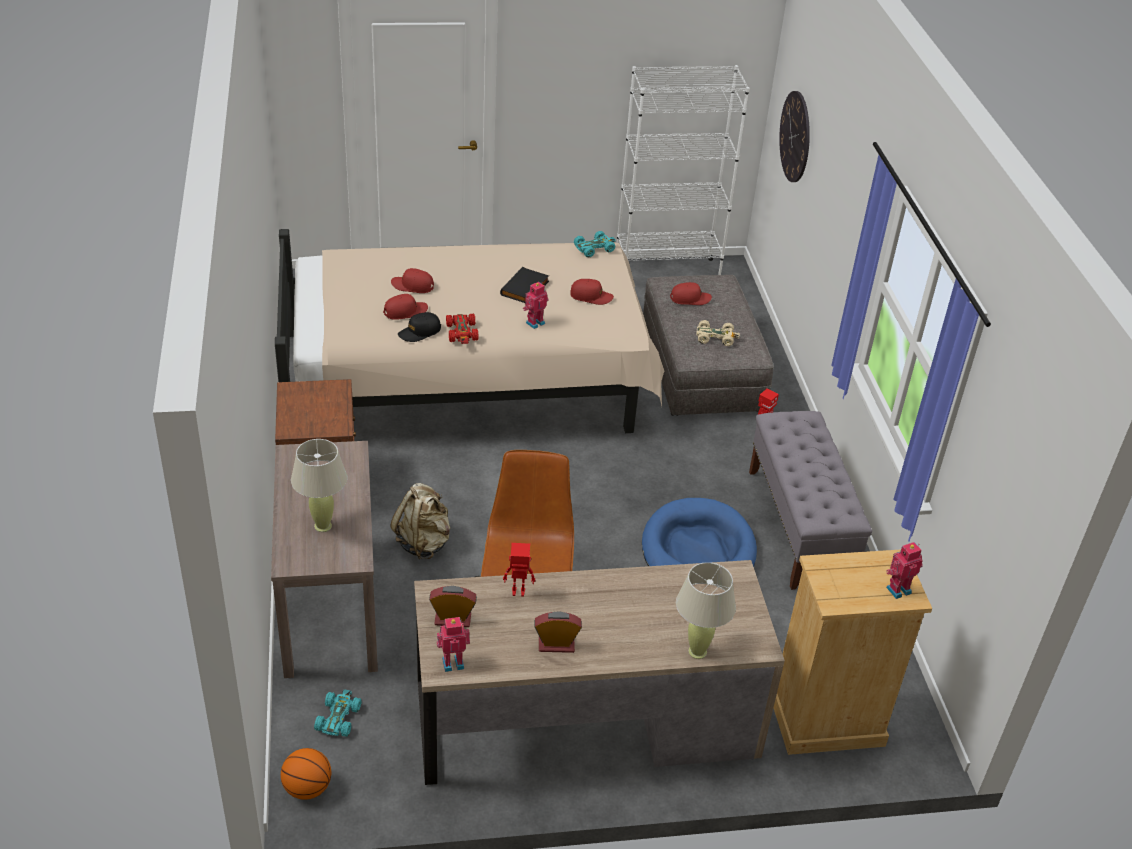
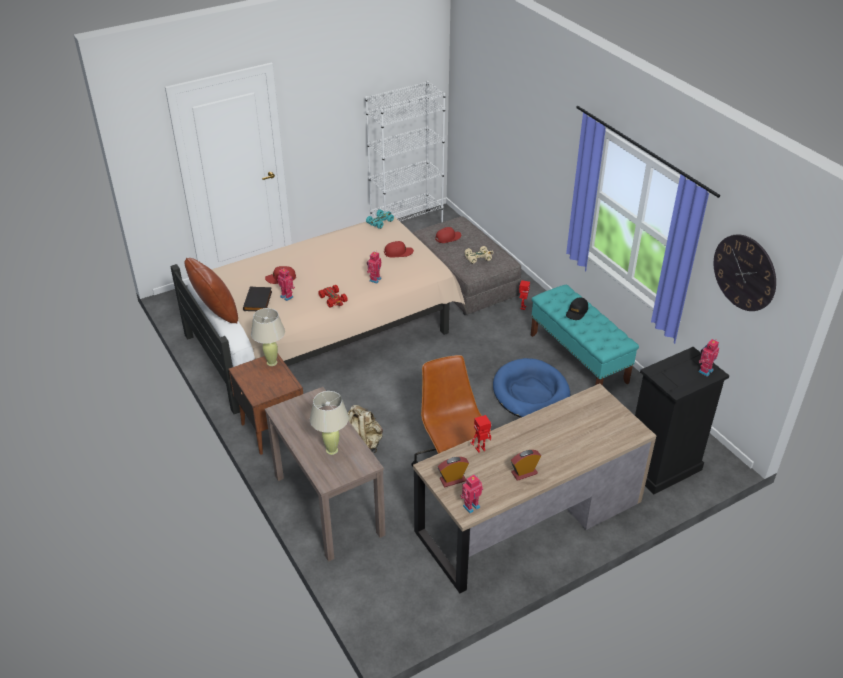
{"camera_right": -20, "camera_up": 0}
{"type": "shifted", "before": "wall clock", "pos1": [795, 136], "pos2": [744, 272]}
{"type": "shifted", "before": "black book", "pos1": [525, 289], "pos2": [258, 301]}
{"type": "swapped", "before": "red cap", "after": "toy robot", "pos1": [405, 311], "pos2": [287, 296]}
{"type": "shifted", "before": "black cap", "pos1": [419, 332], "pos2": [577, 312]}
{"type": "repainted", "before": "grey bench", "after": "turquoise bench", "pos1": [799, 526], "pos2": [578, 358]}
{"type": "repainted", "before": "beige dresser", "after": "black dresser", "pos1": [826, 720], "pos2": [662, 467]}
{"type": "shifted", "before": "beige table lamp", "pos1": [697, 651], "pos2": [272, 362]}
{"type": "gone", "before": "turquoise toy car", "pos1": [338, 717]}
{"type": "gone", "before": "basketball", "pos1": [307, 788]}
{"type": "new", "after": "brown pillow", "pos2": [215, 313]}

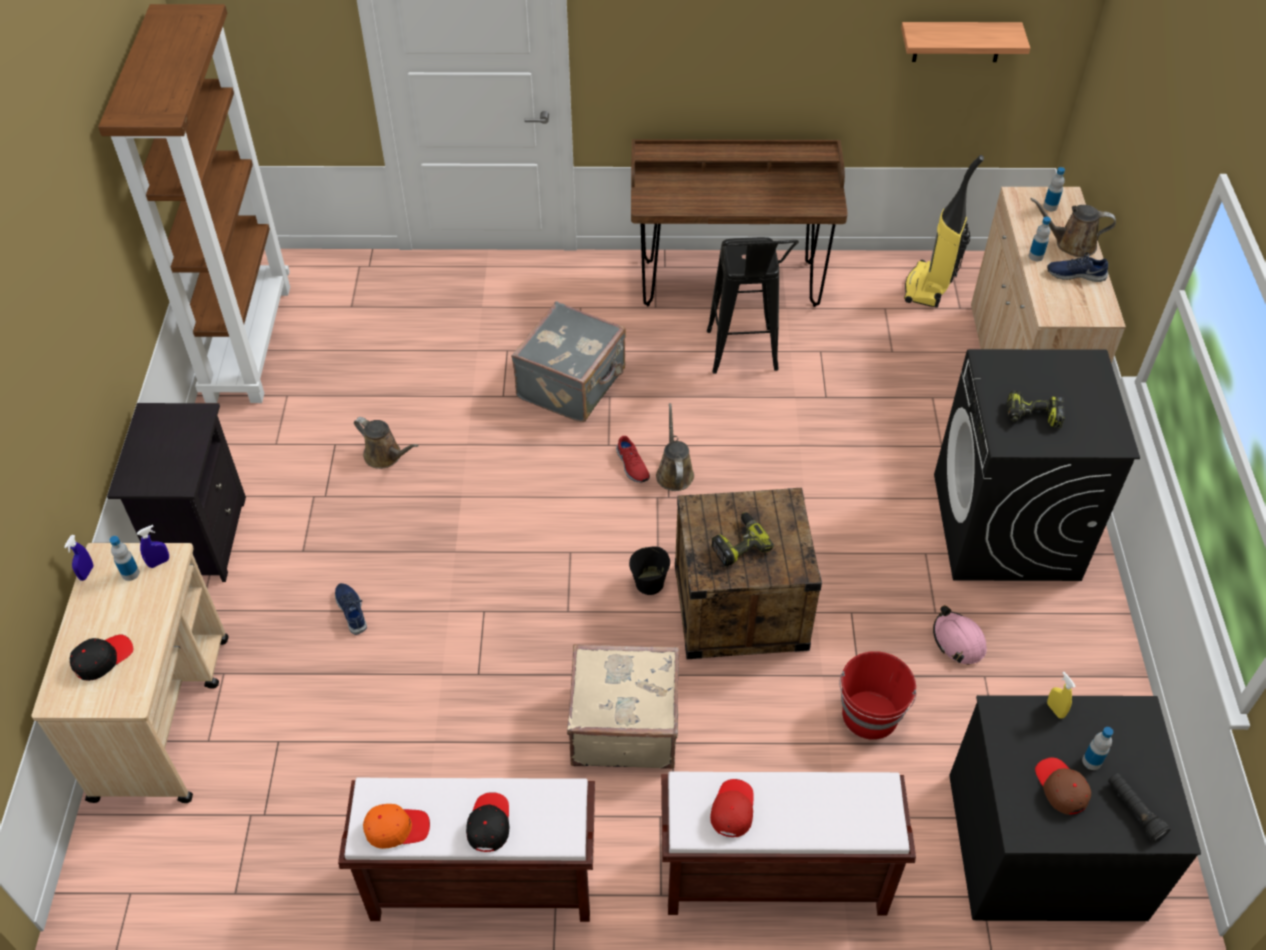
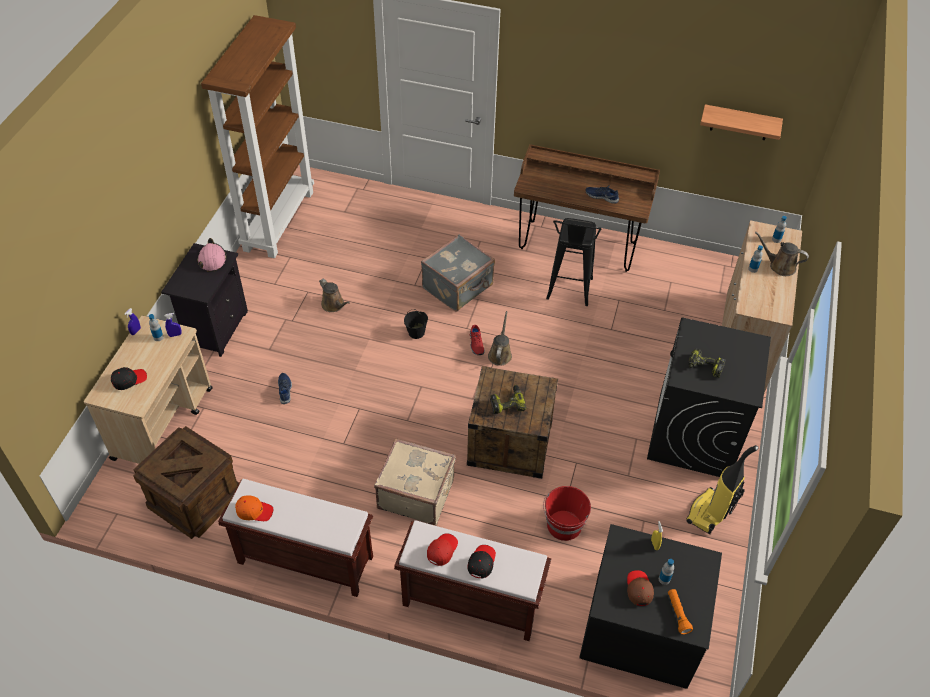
{"camera_right": 15, "camera_up": 0}
{"type": "shifted", "before": "vacuum cleaner", "pos1": [928, 287], "pos2": [709, 513]}
{"type": "shifted", "before": "blue shoe", "pos1": [1075, 274], "pos2": [601, 196]}
{"type": "shifted", "before": "black bucket", "pos1": [649, 583], "pos2": [416, 332]}
{"type": "shifted", "before": "pink hard hat", "pos1": [958, 641], "pos2": [212, 259]}
{"type": "repainted", "before": "black flashlight", "after": "orange flashlight", "pos1": [1134, 811], "pos2": [677, 614]}
{"type": "shifted", "before": "black cap", "pos1": [489, 824], "pos2": [481, 562]}
{"type": "new", "after": "crate", "pos2": [196, 499]}

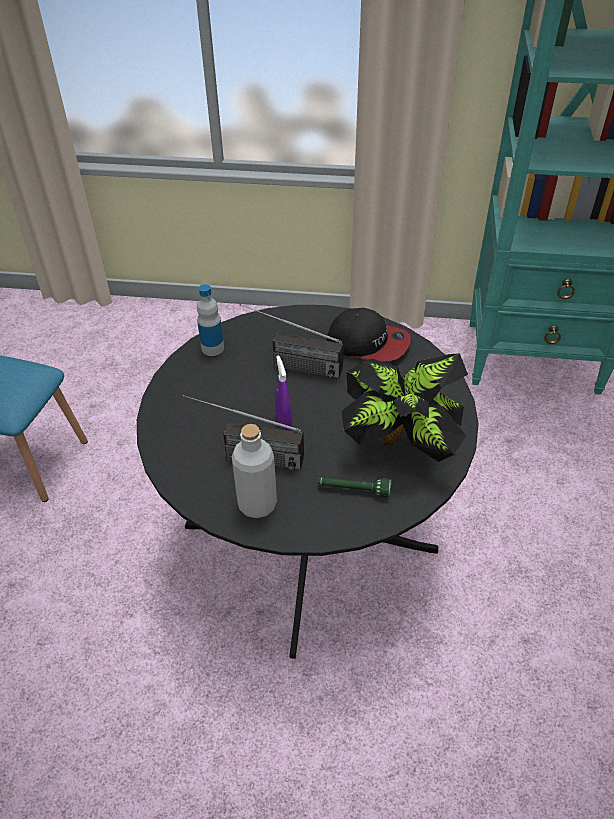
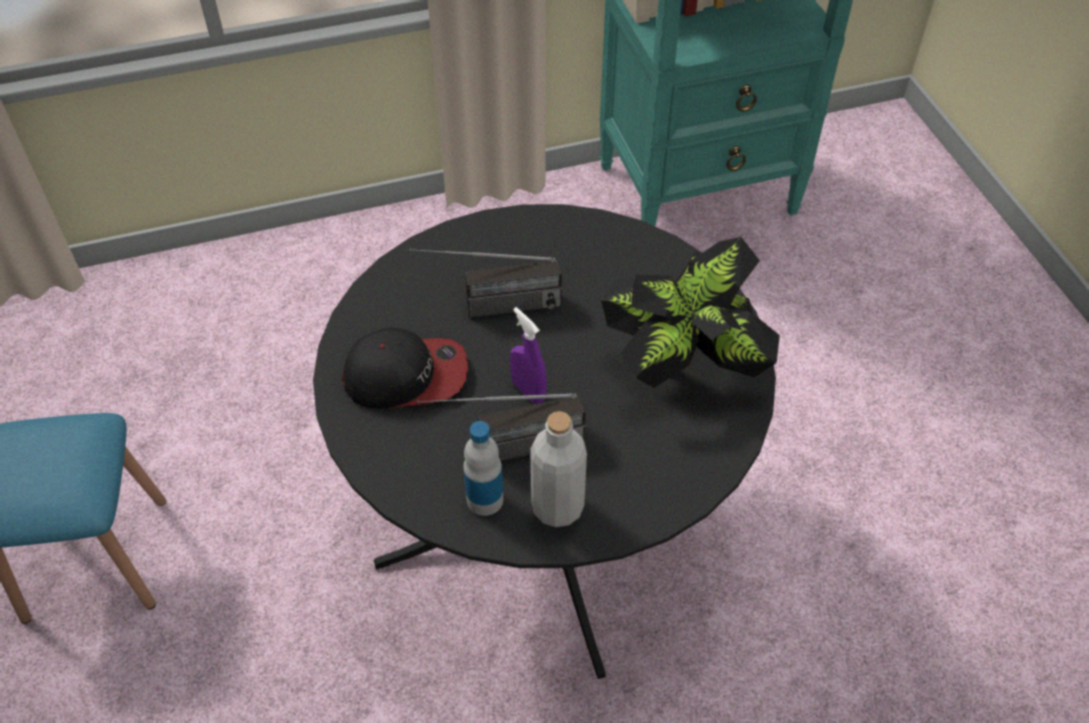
{"camera_right": -25, "camera_up": 5}
{"type": "shifted", "before": "bottle", "pos1": [212, 348], "pos2": [485, 499]}
{"type": "shifted", "before": "cap", "pos1": [368, 343], "pos2": [406, 375]}
{"type": "gone", "before": "green flashlight", "pos1": [353, 490]}

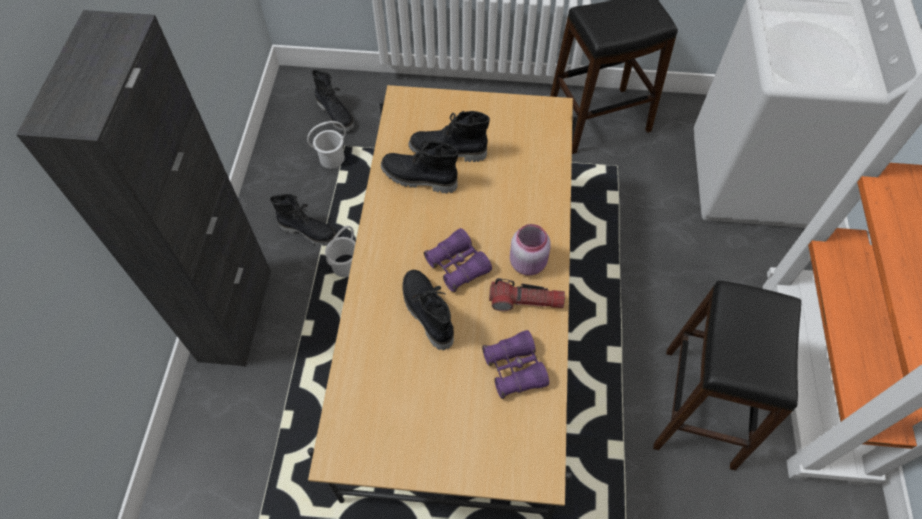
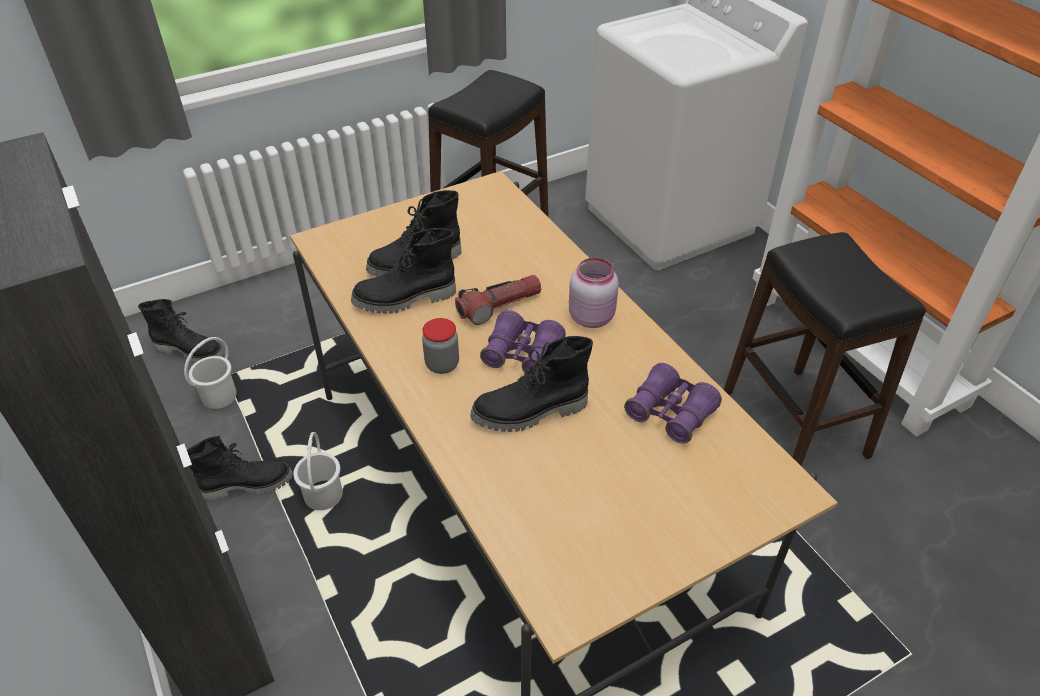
{"camera_right": -35, "camera_up": -15}
{"type": "rotated", "before": "black boot", "pos1": [426, 313], "pos2": [530, 413], "turn": -45}
{"type": "shifted", "before": "flashlight", "pos1": [525, 301], "pos2": [499, 306]}
{"type": "new", "after": "jar", "pos2": [442, 364]}

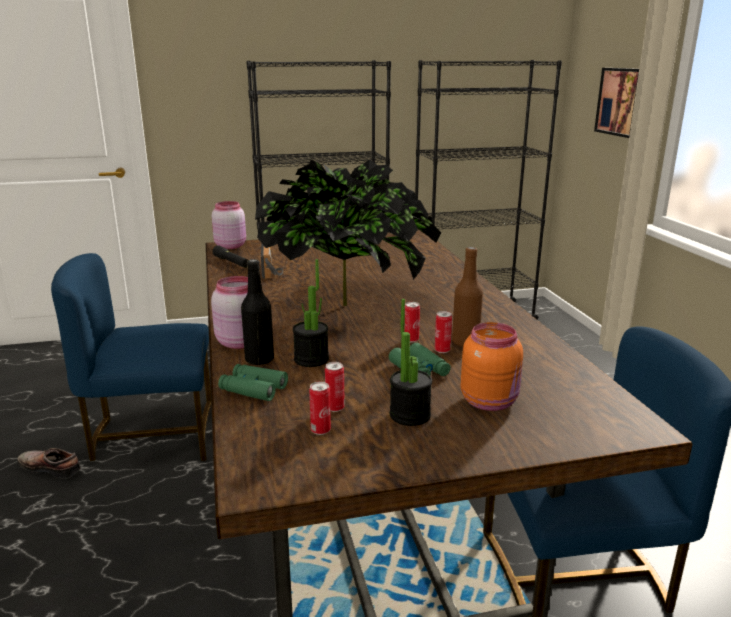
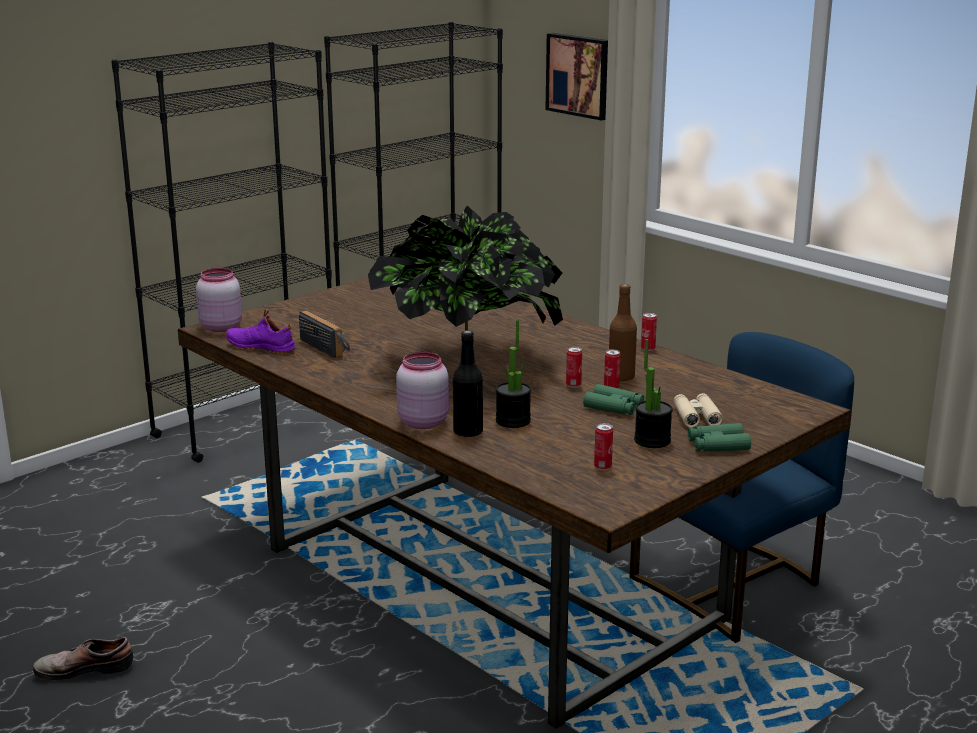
{"camera_right": -30, "camera_up": 0}
{"type": "swapped", "before": "black flashlight", "after": "purple shoe", "pos1": [231, 262], "pos2": [261, 347]}
{"type": "gone", "before": "blue chair", "pos1": [153, 434]}
{"type": "swapped", "before": "orange jar", "after": "beige binoculars", "pos1": [490, 401], "pos2": [696, 417]}
{"type": "shifted", "before": "can", "pos1": [335, 408], "pos2": [648, 349]}
{"type": "shifted", "before": "green binoculars", "pos1": [253, 389], "pos2": [717, 445]}

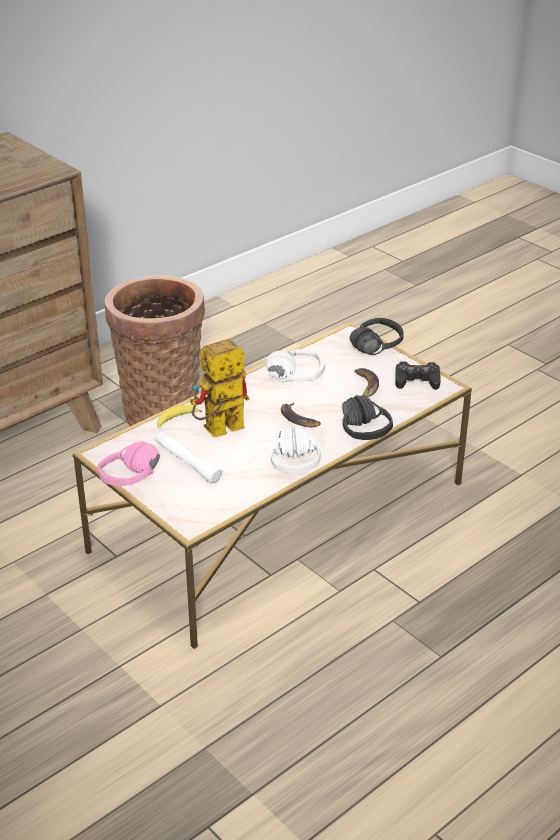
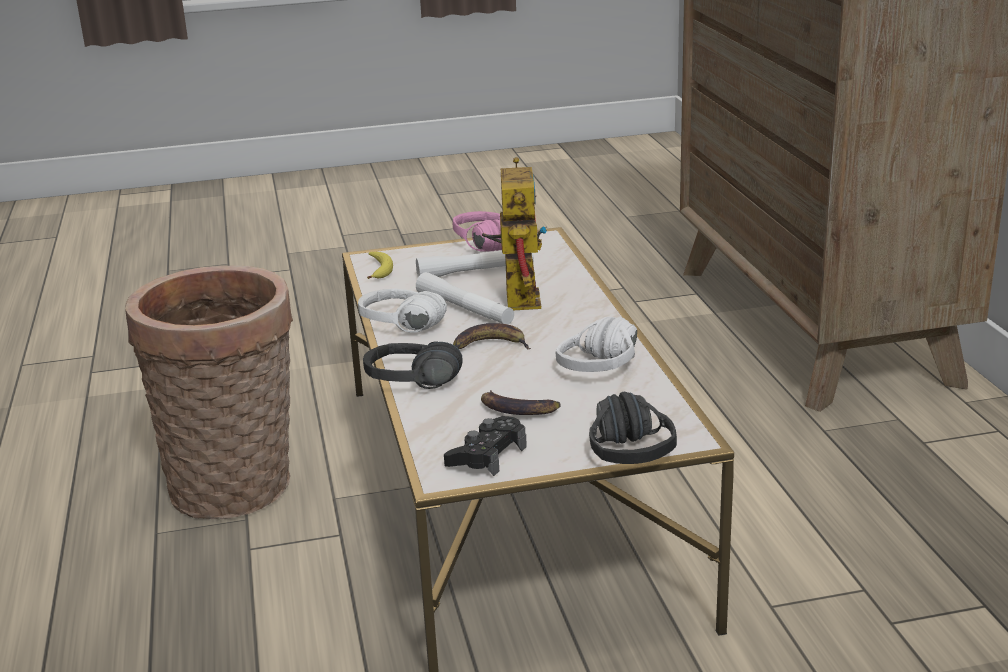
{"camera_right": 120, "camera_up": -10}
{"type": "shifted", "before": "basket", "pos1": [162, 411], "pos2": [237, 489]}
{"type": "shifted", "before": "banana", "pos1": [176, 419], "pos2": [379, 270]}
{"type": "new", "after": "white flashlight", "pos2": [465, 310]}

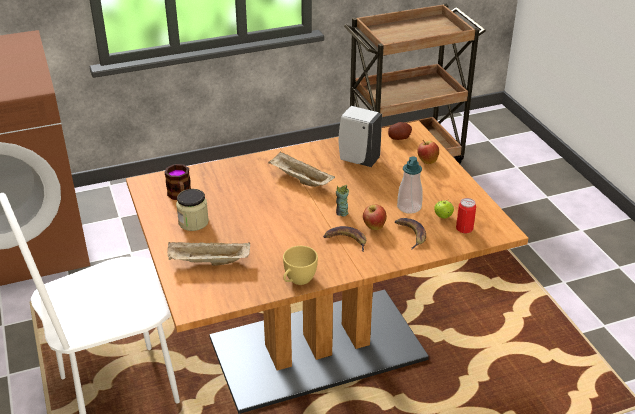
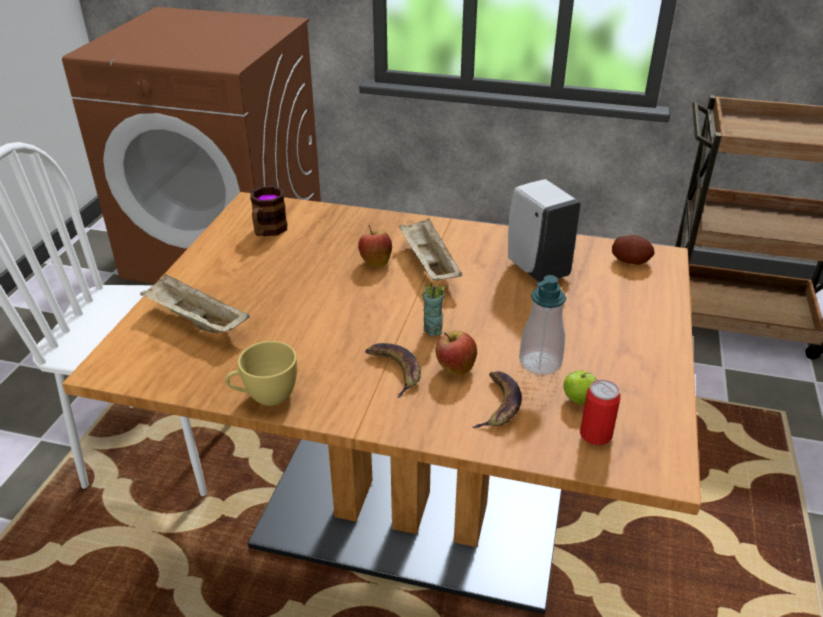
{"camera_right": 35, "camera_up": 0}
{"type": "shifted", "before": "apple", "pos1": [427, 161], "pos2": [375, 262]}
{"type": "gone", "before": "jar", "pos1": [193, 222]}

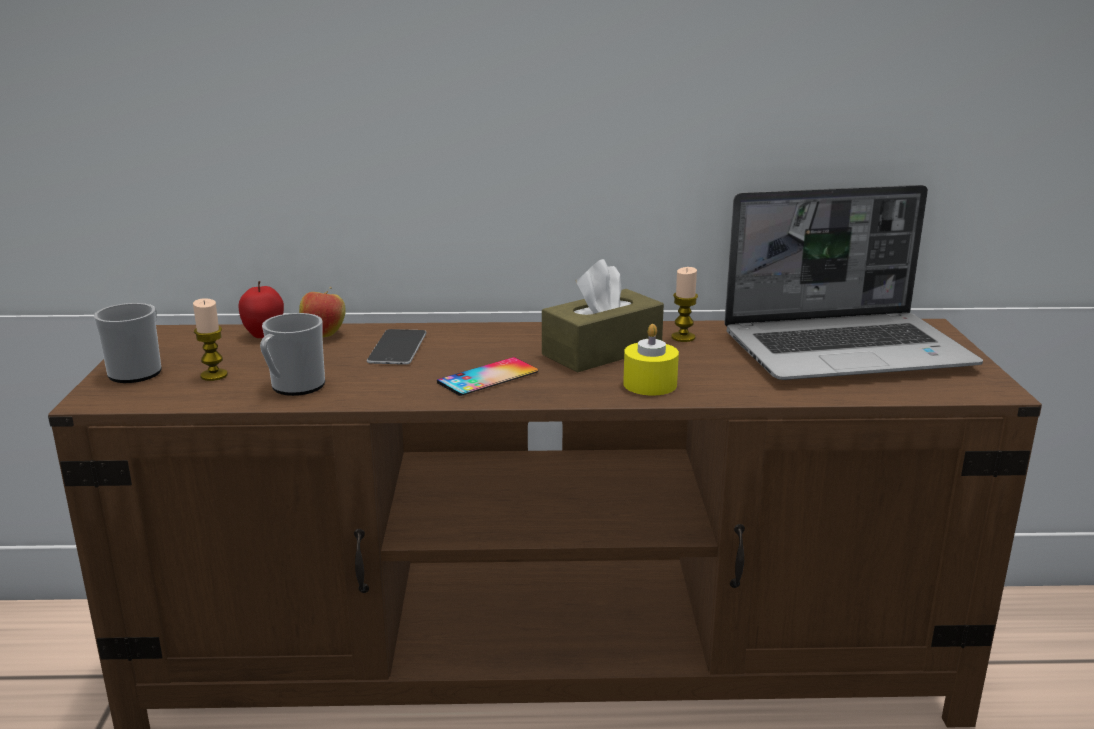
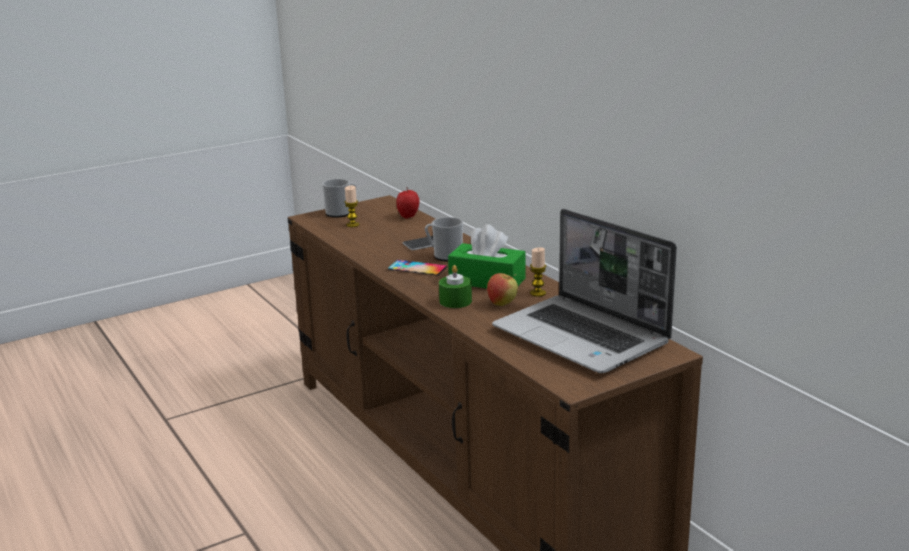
{"camera_right": 60, "camera_up": 0}
{"type": "repainted", "before": "brown tissue box", "after": "green tissue box", "pos1": [602, 351], "pos2": [487, 281]}
{"type": "shifted", "before": "apple", "pos1": [324, 335], "pos2": [502, 304]}
{"type": "shifted", "before": "mug", "pos1": [293, 387], "pos2": [445, 256]}
{"type": "repainted", "before": "yellow candle", "after": "green candle", "pos1": [650, 384], "pos2": [455, 301]}

